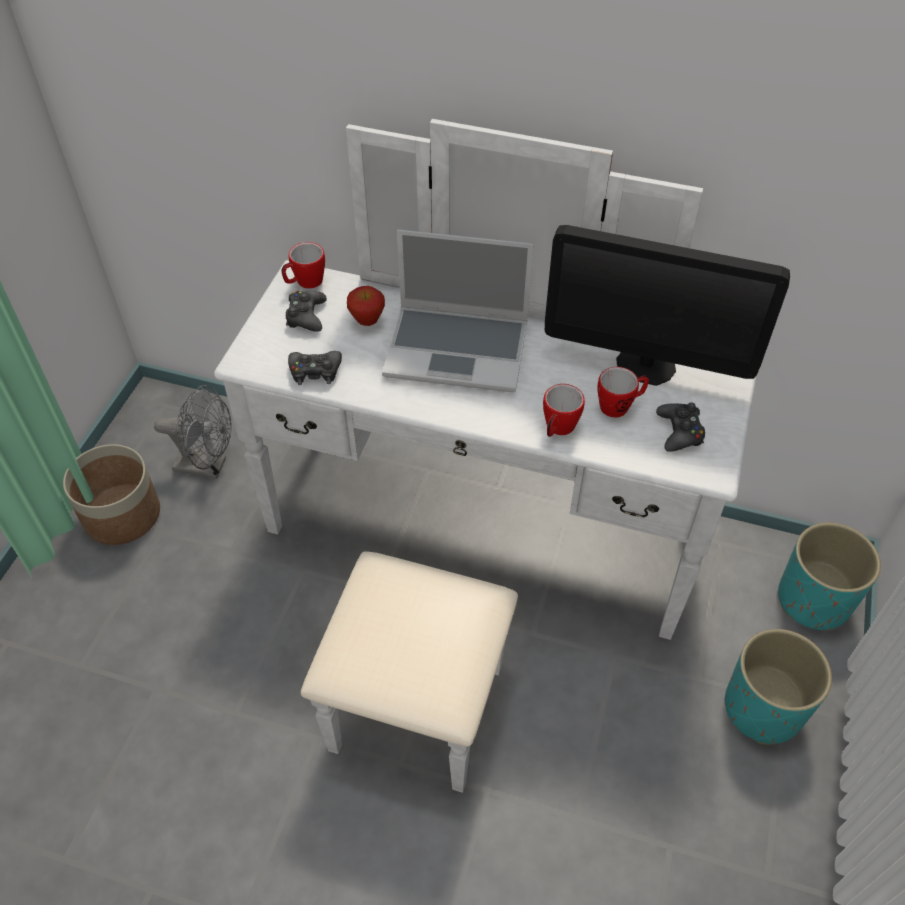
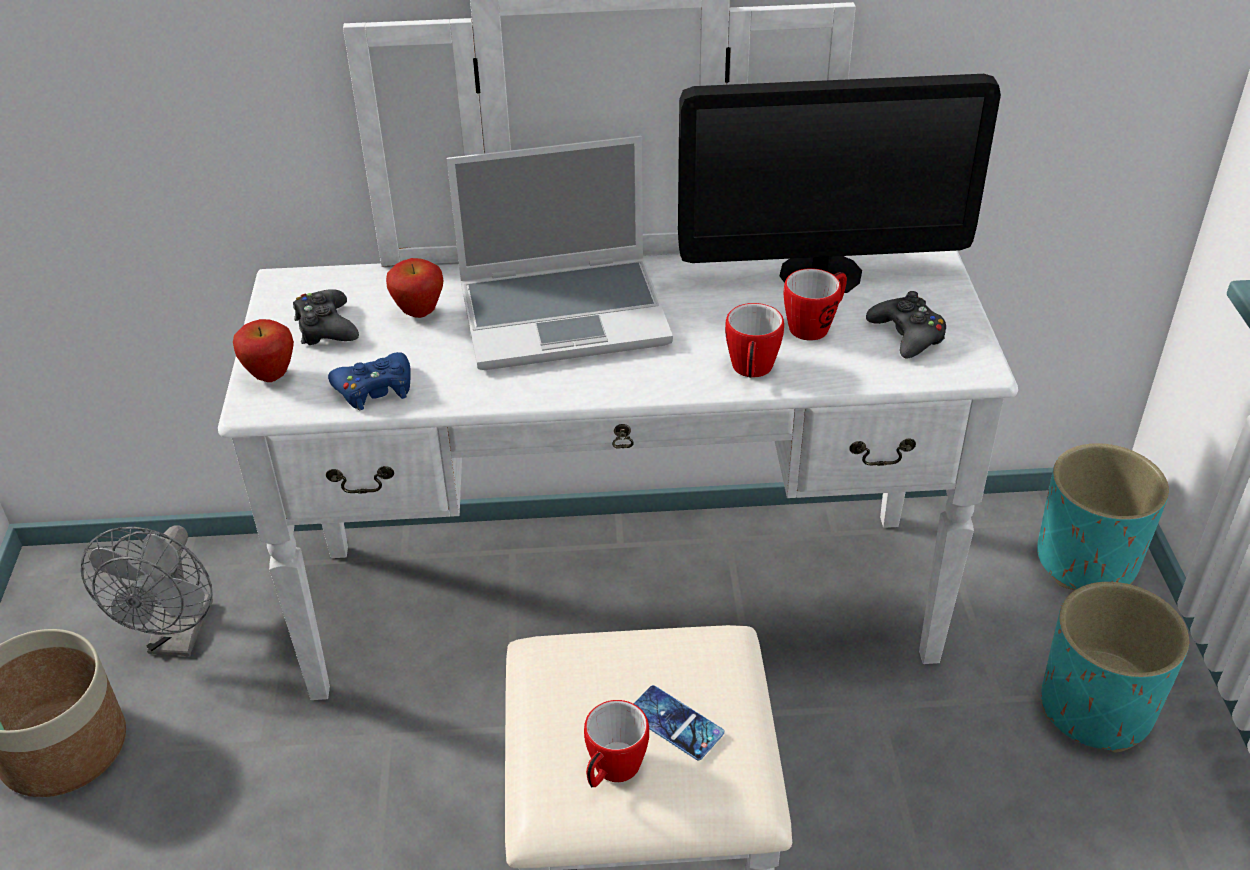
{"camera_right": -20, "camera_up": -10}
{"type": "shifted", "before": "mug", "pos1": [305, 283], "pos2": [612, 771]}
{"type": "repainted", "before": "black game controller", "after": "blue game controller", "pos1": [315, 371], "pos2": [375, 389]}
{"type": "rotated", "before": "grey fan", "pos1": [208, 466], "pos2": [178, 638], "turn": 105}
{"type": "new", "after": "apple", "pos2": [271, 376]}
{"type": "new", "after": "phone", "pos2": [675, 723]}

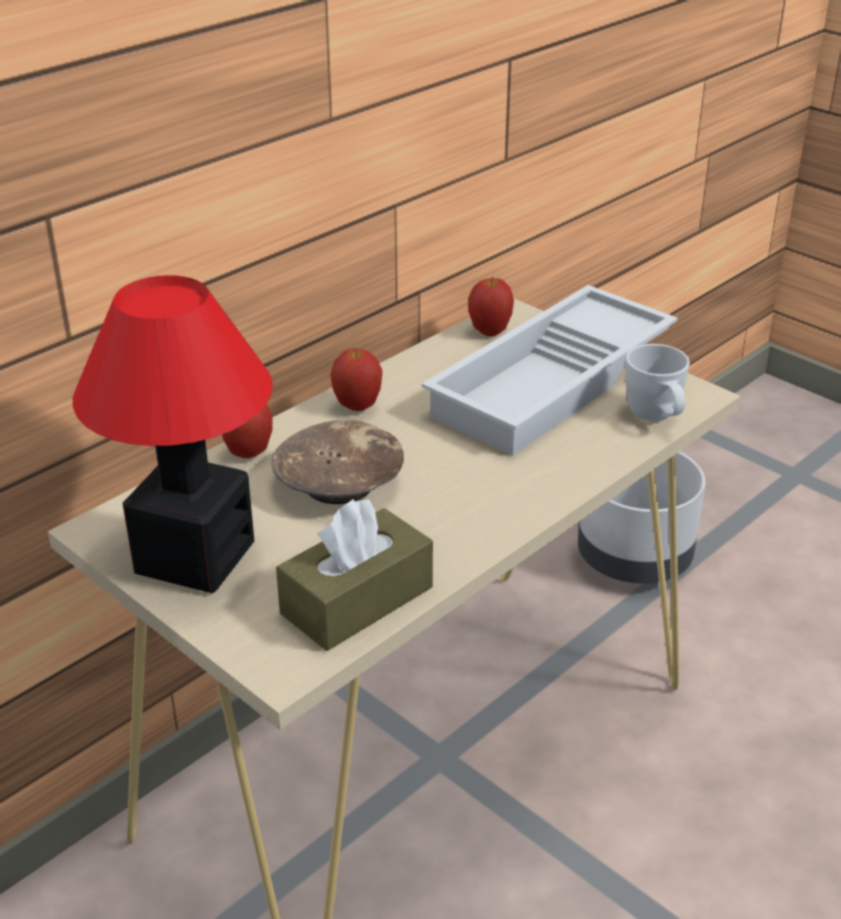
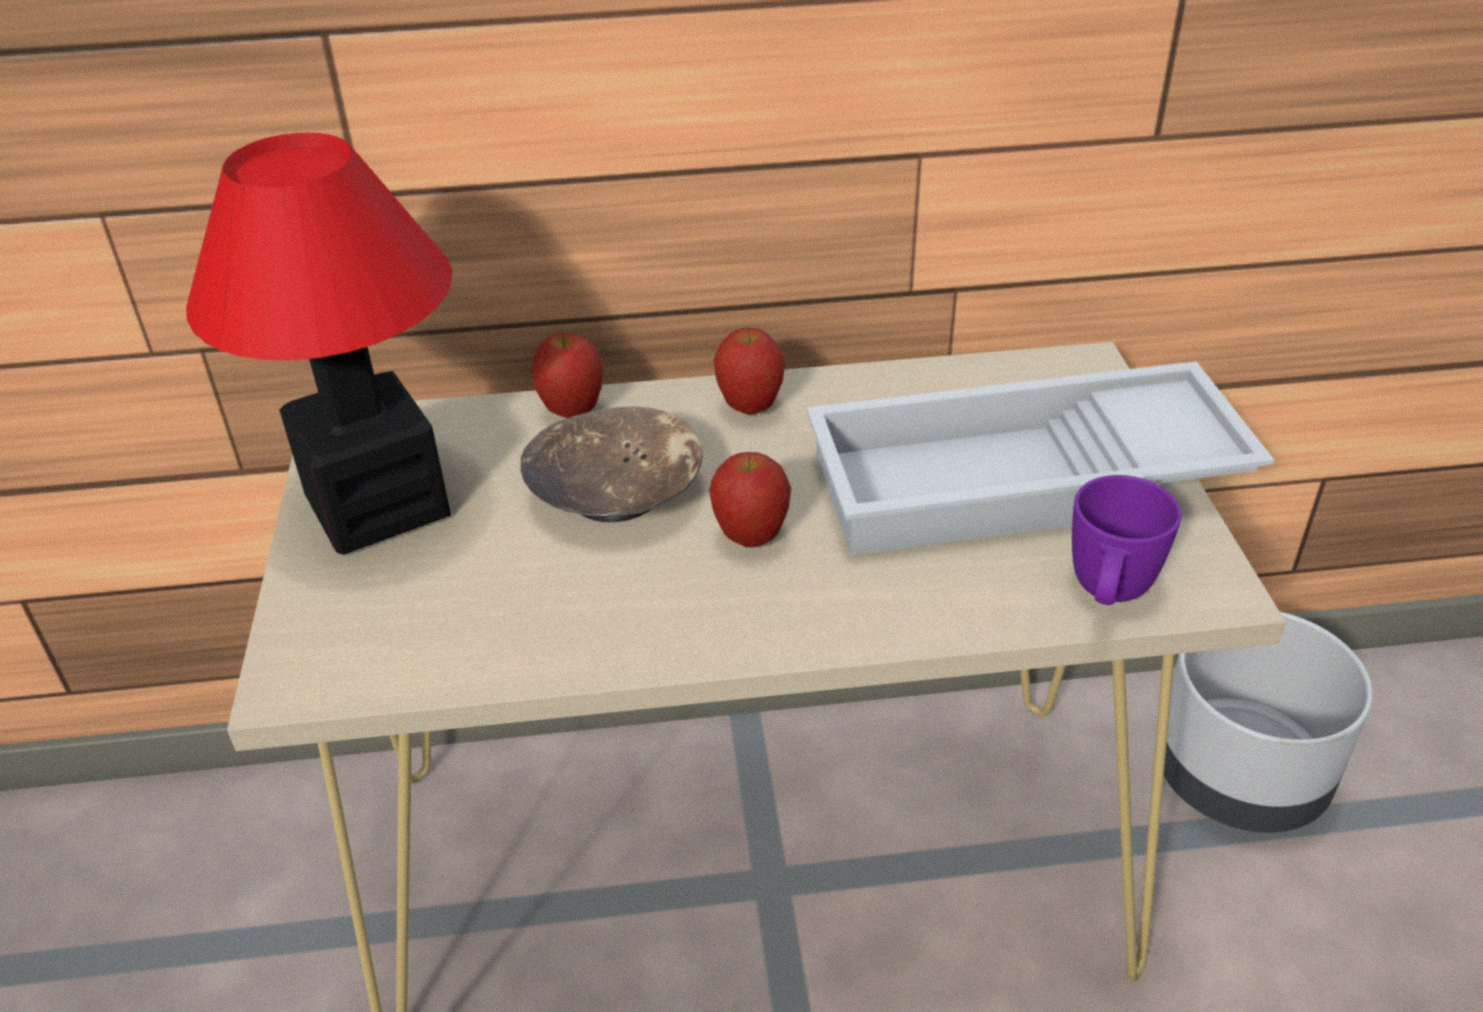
{"camera_right": 40, "camera_up": 5}
{"type": "shifted", "before": "apple", "pos1": [489, 332], "pos2": [751, 537]}
{"type": "repainted", "before": "white mug", "after": "purple mug", "pos1": [656, 419], "pos2": [1107, 597]}
{"type": "gone", "before": "brown tissue box", "pos1": [357, 600]}

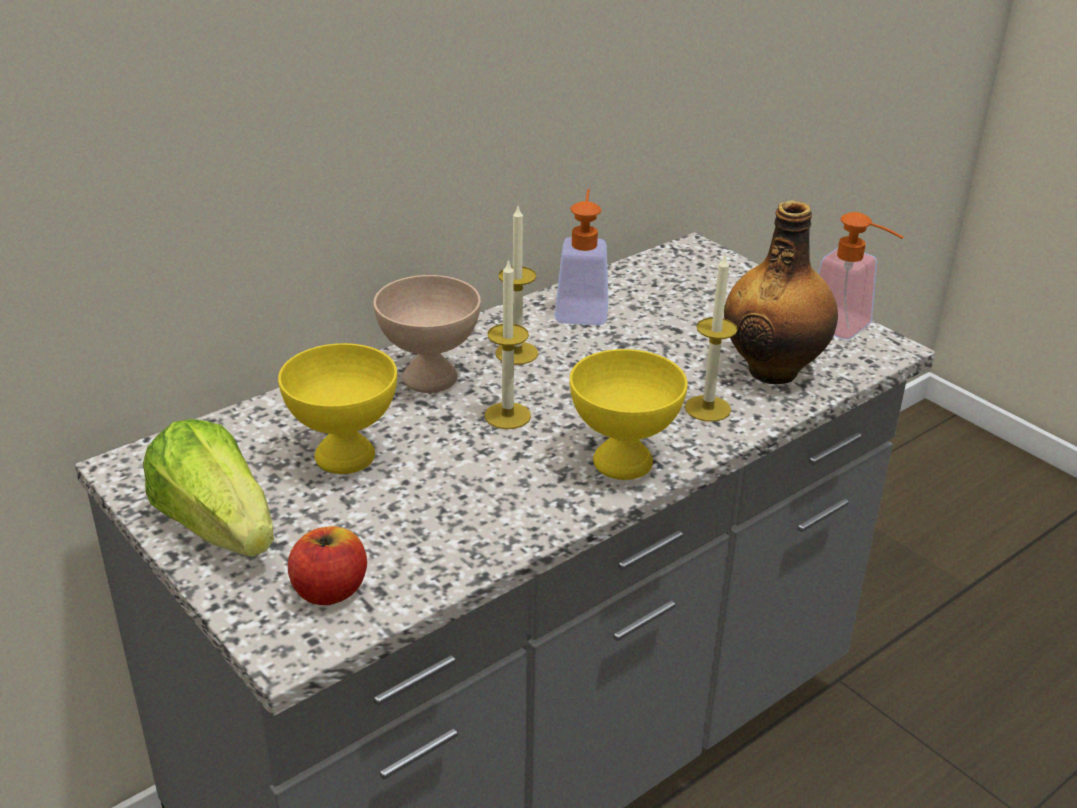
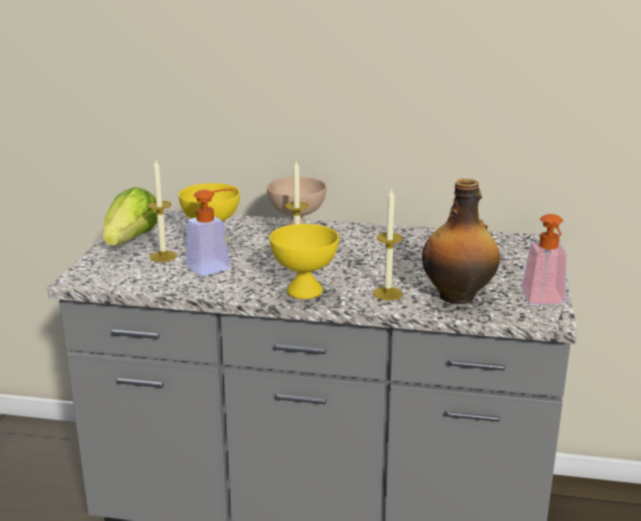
{"camera_right": 50, "camera_up": -10}
{"type": "shifted", "before": "soap dispenser", "pos1": [582, 308], "pos2": [215, 266]}
{"type": "shifted", "before": "candle", "pos1": [516, 353], "pos2": [163, 256]}
{"type": "gone", "before": "apple", "pos1": [329, 590]}

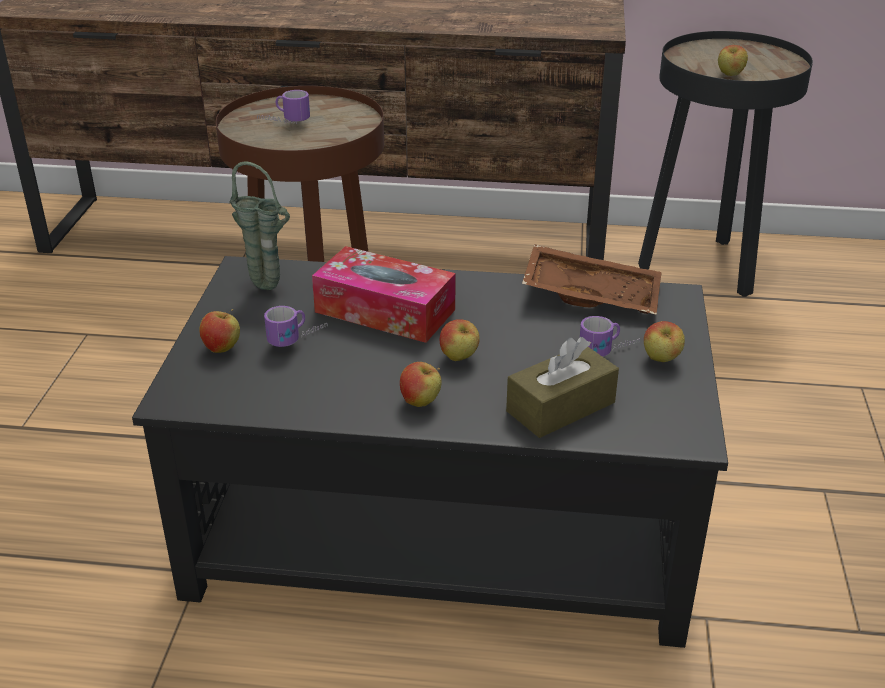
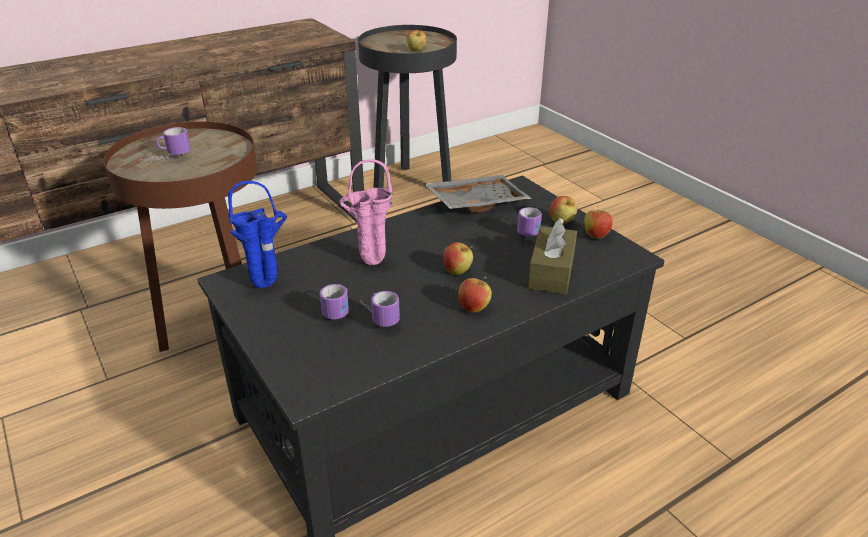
{"camera_right": -40, "camera_up": 0}
{"type": "repainted", "before": "green vase", "after": "blue vase", "pos1": [269, 289], "pos2": [268, 286]}
{"type": "repainted", "before": "brown tray", "after": "grey tray", "pos1": [591, 294], "pos2": [476, 203]}
{"type": "swapped", "before": "tissue box", "after": "pink vase", "pos1": [385, 311], "pos2": [370, 264]}
{"type": "shifted", "before": "apple", "pos1": [222, 348], "pos2": [596, 235]}
{"type": "new", "after": "mug", "pos2": [377, 317]}

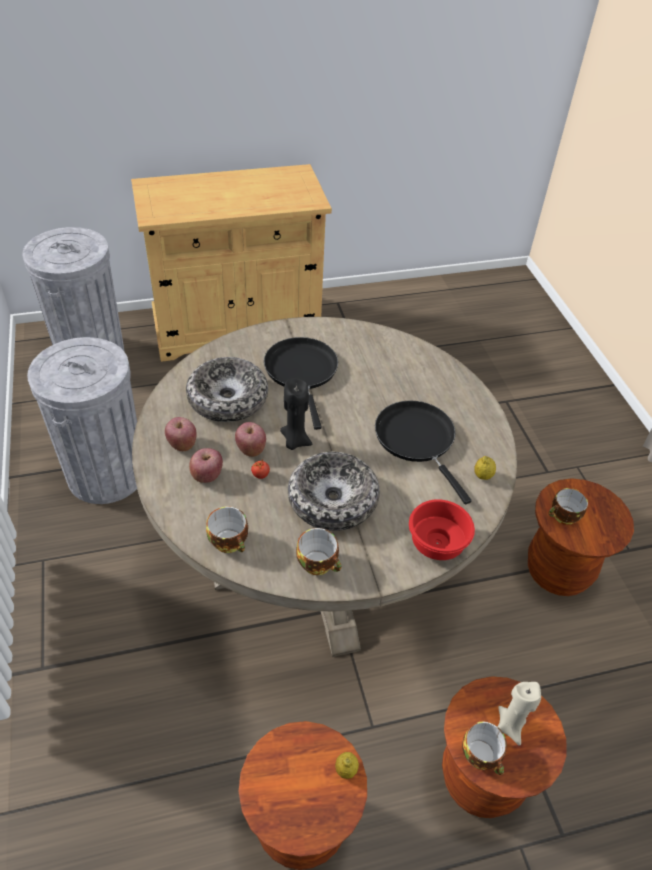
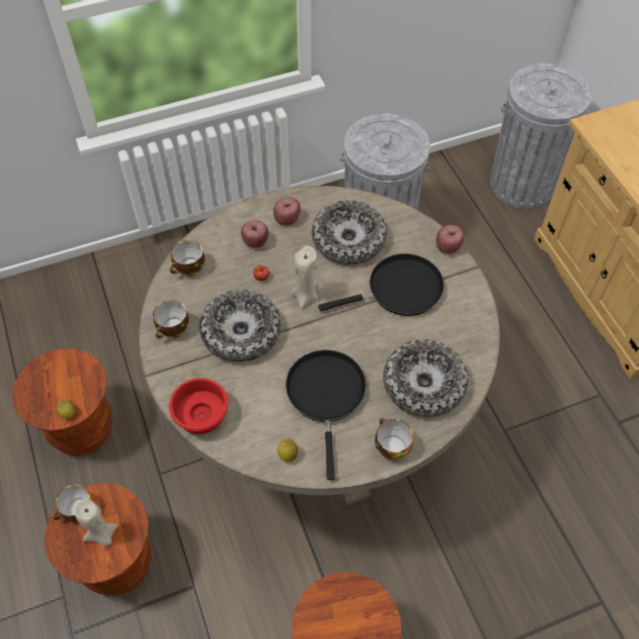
{"camera_right": 85, "camera_up": 10}
{"type": "repainted", "before": "black candle", "after": "beige candle", "pos1": [295, 441], "pos2": [305, 296]}
{"type": "rotated", "before": "black frying pan", "pos1": [417, 440], "pos2": [326, 395], "turn": -60}
{"type": "shifted", "before": "apple", "pos1": [251, 449], "pos2": [448, 247]}
{"type": "shifted", "before": "cup", "pos1": [563, 517], "pos2": [390, 446]}
{"type": "new", "after": "bowl", "pos2": [424, 384]}

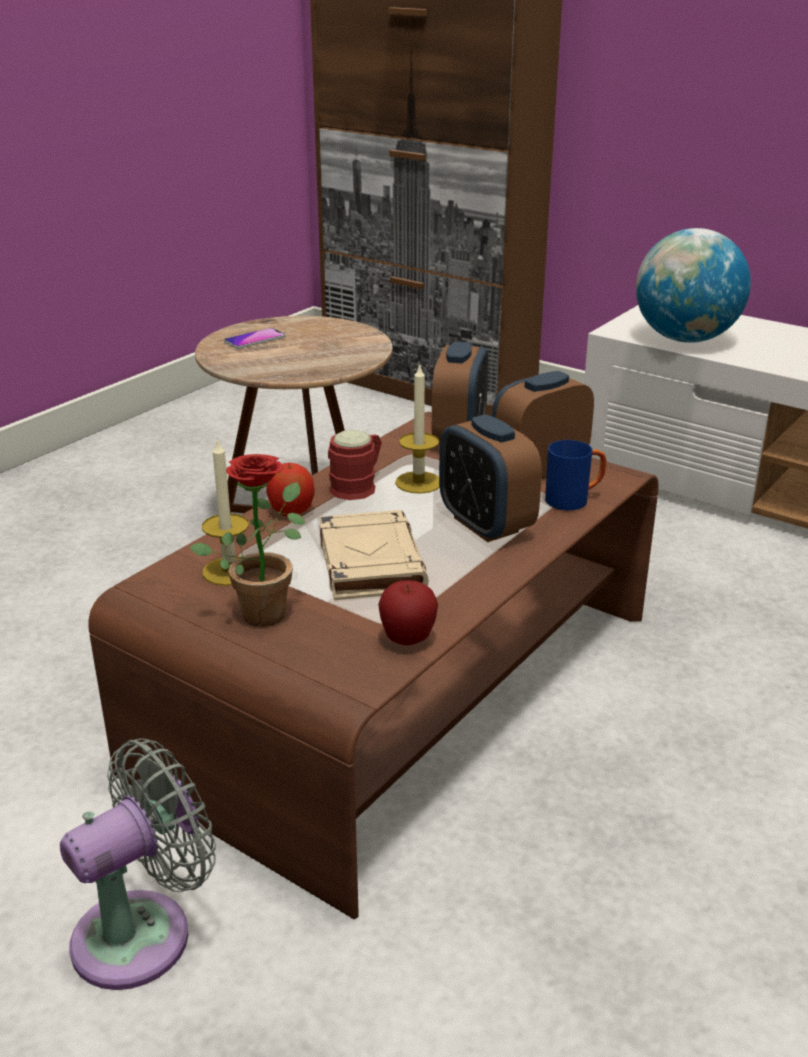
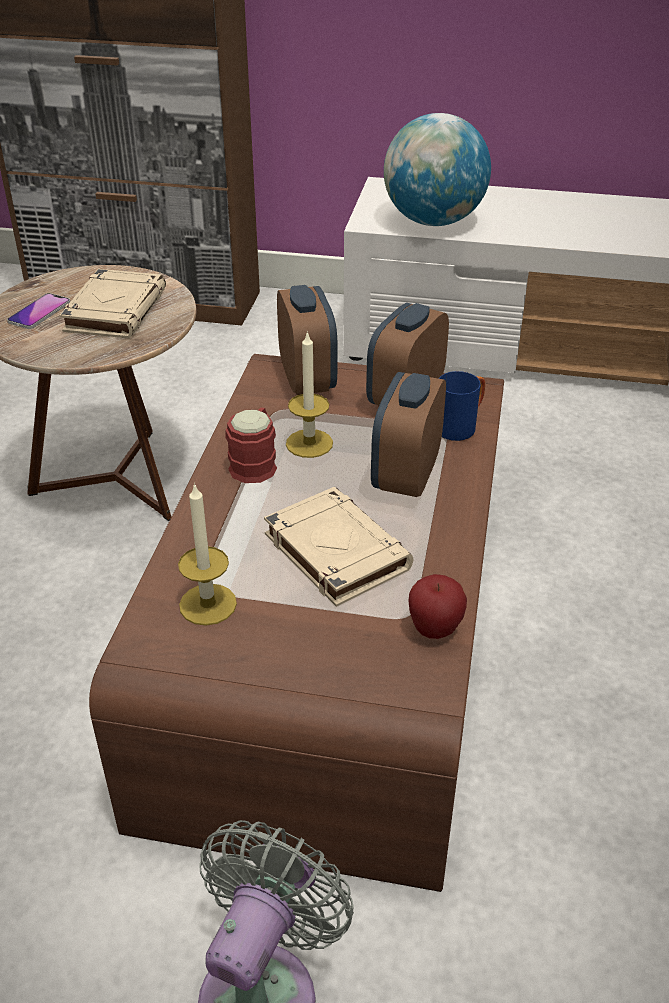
{"camera_right": -25, "camera_up": 10}
{"type": "rotated", "before": "alarm clock", "pos1": [485, 525], "pos2": [406, 476], "turn": 75}
{"type": "gone", "before": "potted plant", "pos1": [266, 609]}
{"type": "gone", "before": "apple", "pos1": [291, 511]}
{"type": "new", "after": "beige book", "pos2": [115, 310]}

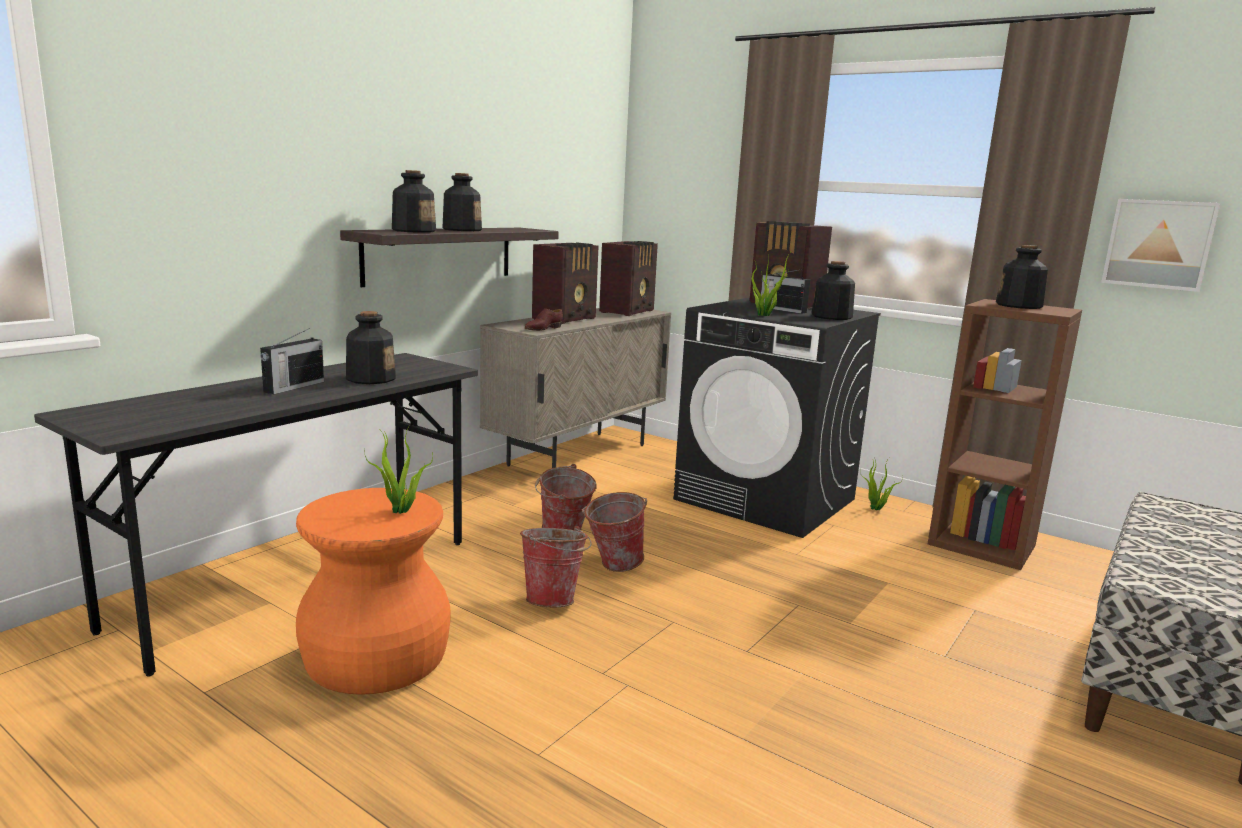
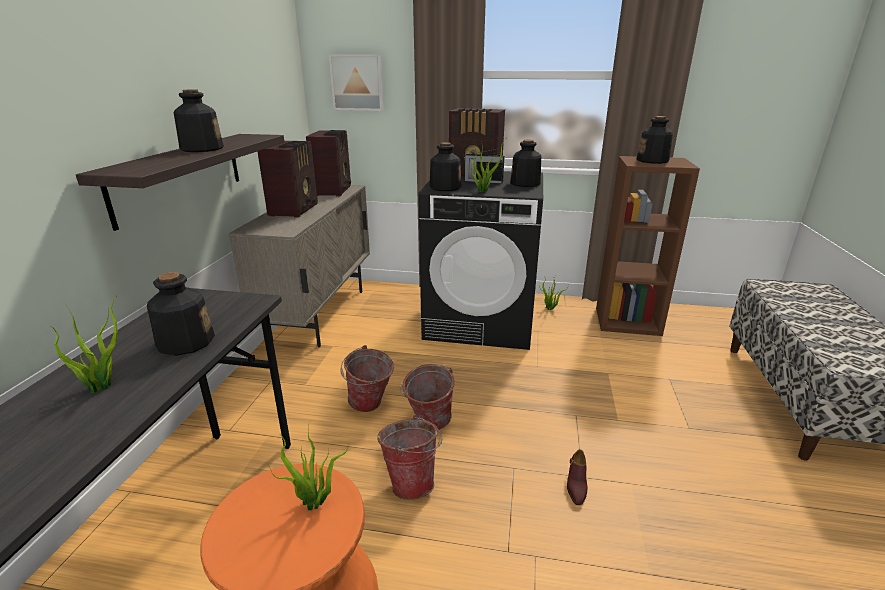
{"camera_right": -25, "camera_up": 10}
{"type": "shifted", "before": "bottle", "pos1": [413, 231], "pos2": [445, 187]}
{"type": "shifted", "before": "picture", "pos1": [1158, 244], "pos2": [357, 82]}
{"type": "shifted", "before": "brown shoe", "pos1": [543, 329], "pos2": [576, 484]}
{"type": "swapped", "before": "radio", "after": "potted plant", "pos1": [293, 387], "pos2": [104, 386]}

